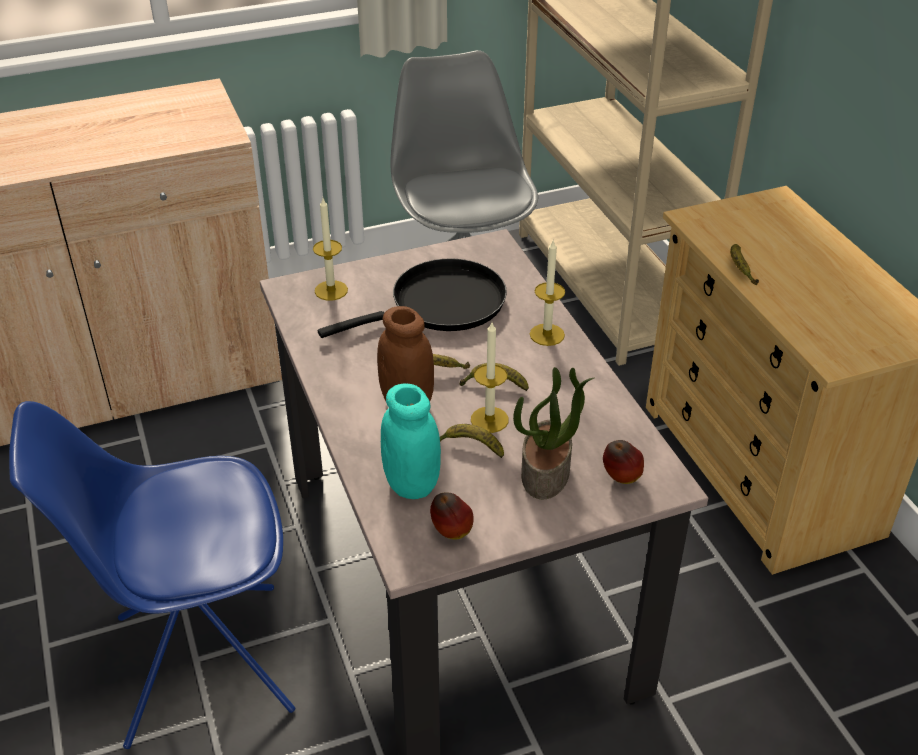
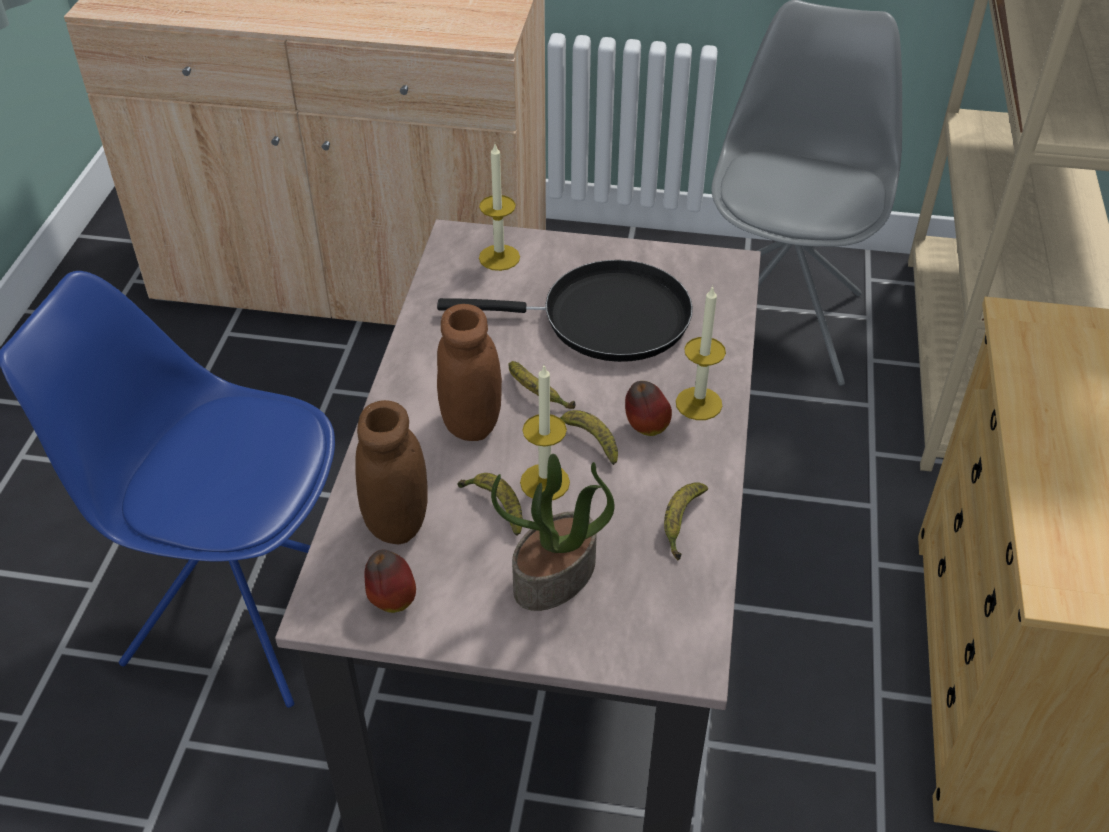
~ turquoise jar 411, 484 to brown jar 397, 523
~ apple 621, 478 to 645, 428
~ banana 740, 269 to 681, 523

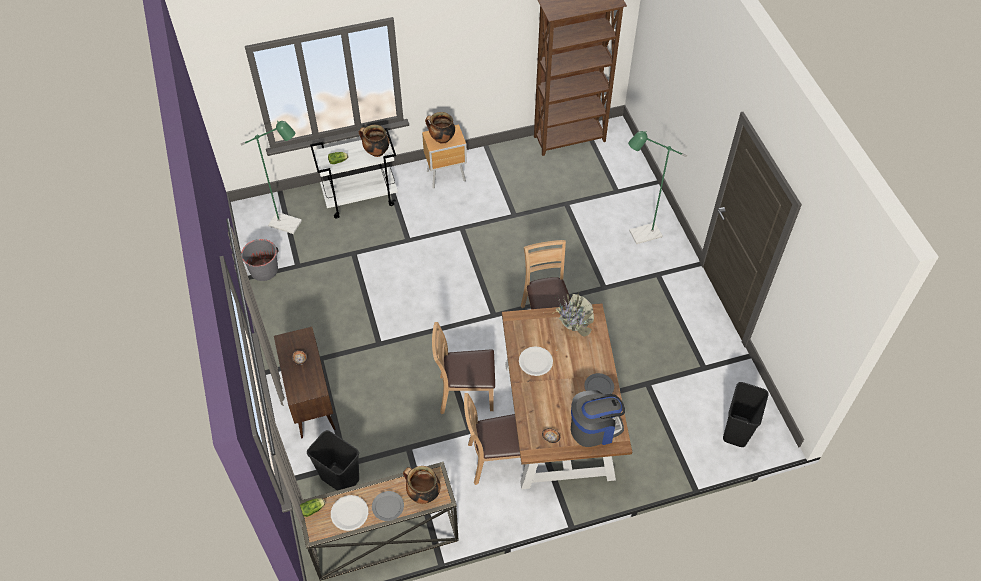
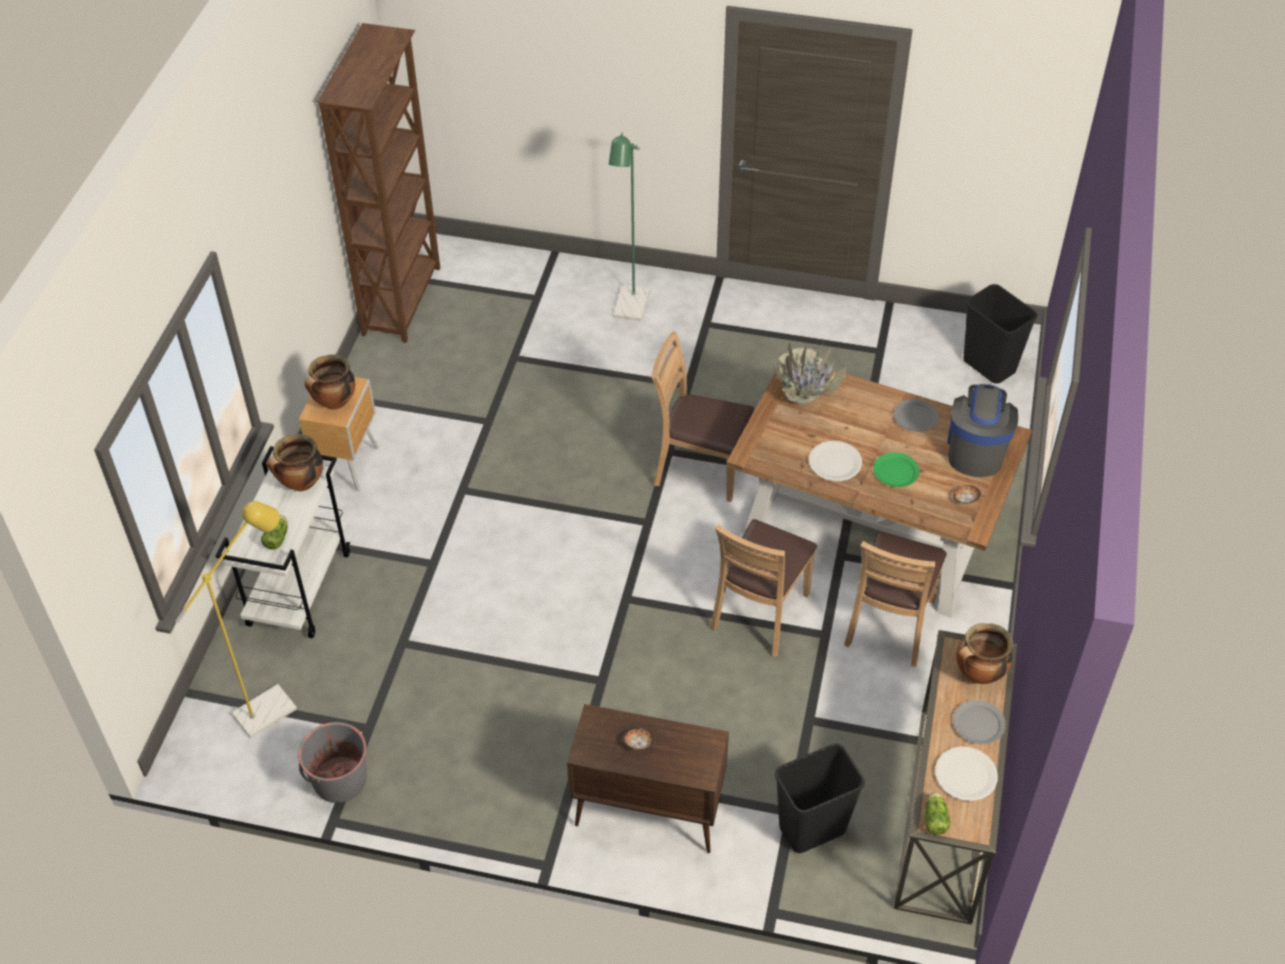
~ green floor lamp 290, 225 to yellow floor lamp 274, 705
+ green plate 895, 471

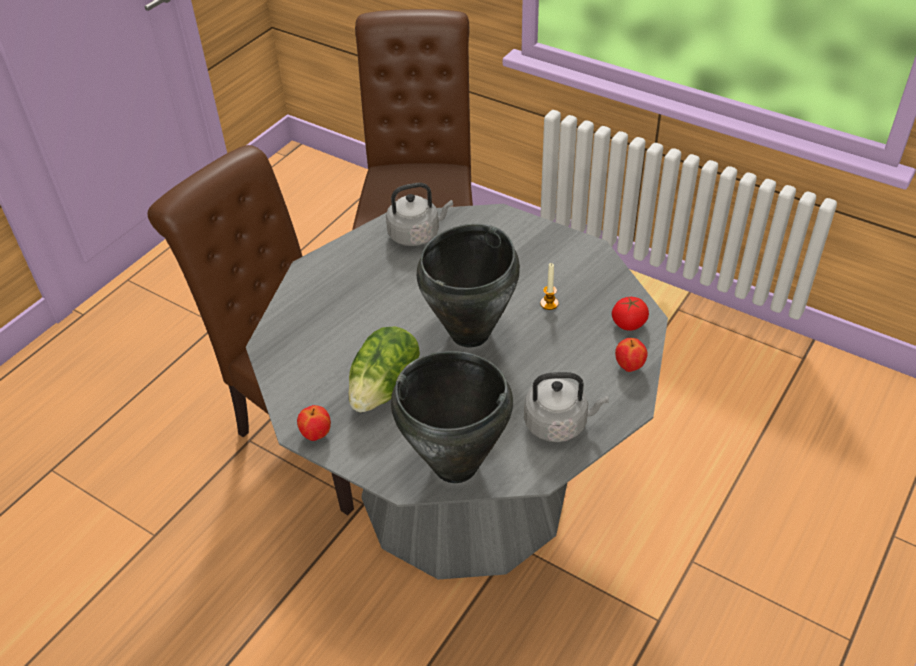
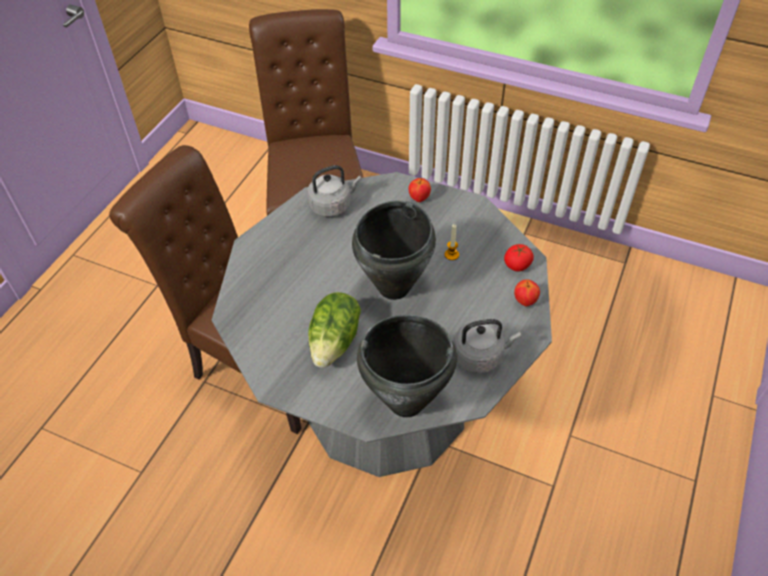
~ apple 316, 434 to 419, 199

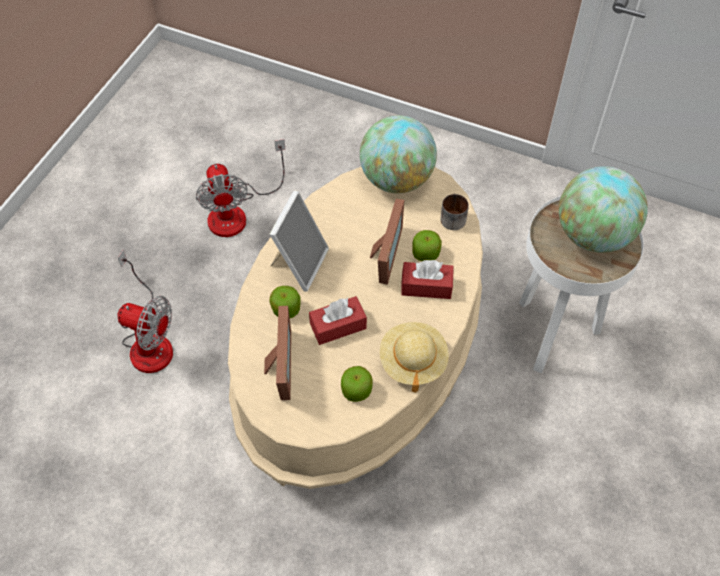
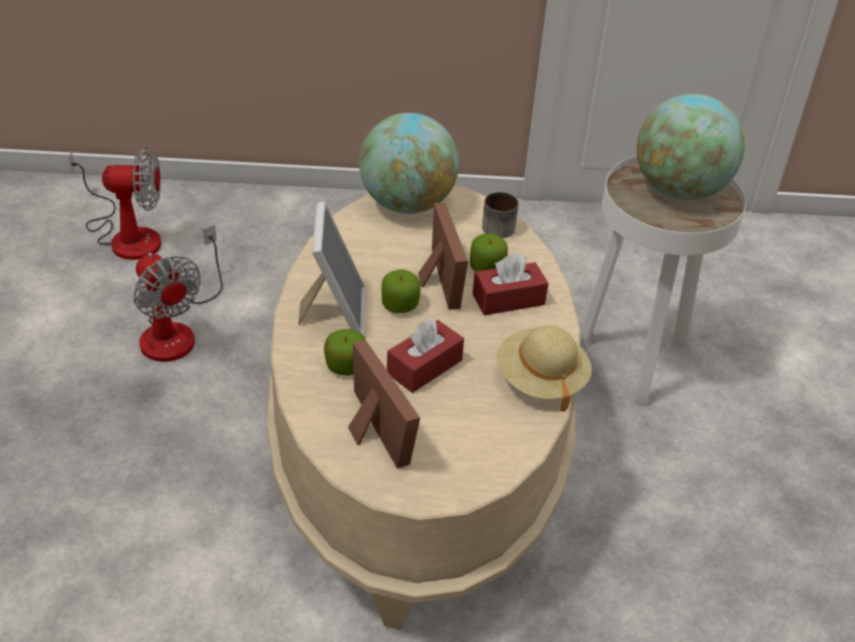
~ fan 148, 340 to 126, 235
~ apple 356, 390 to 400, 305

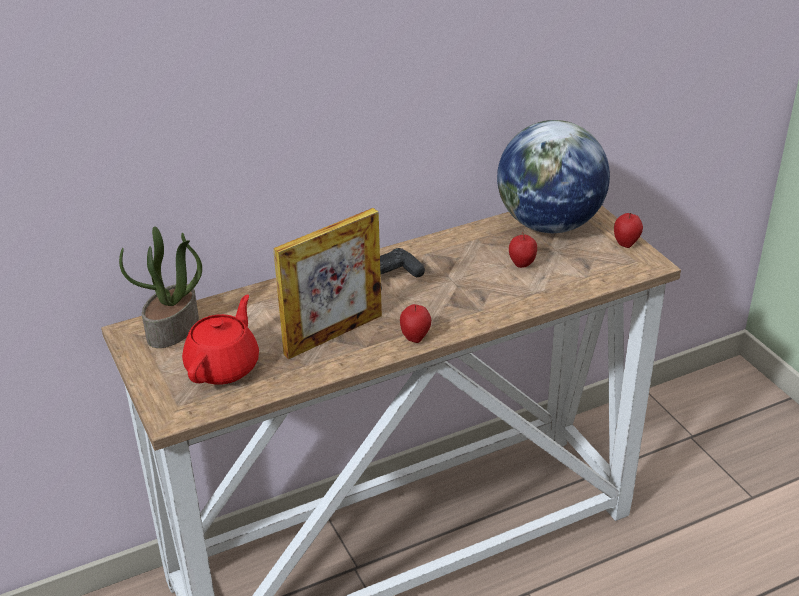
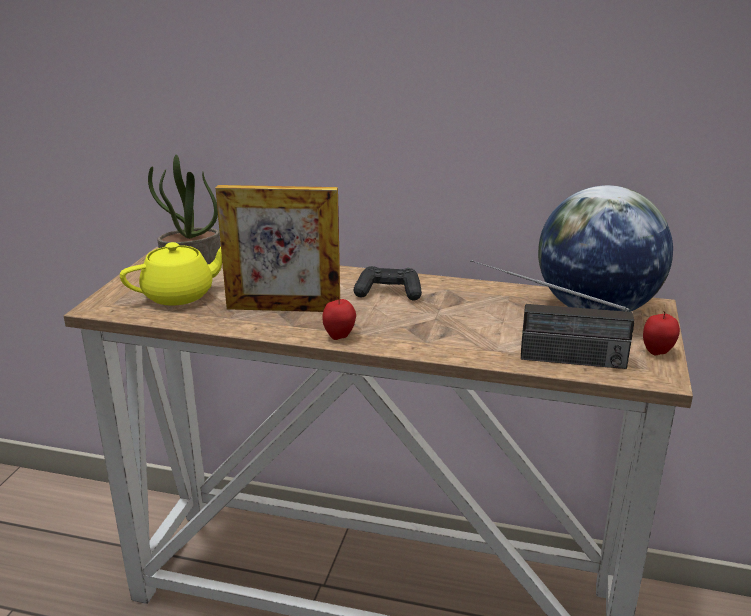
~ red teapot 224, 366 to yellow teapot 180, 295
- apple 521, 265
+ radio 544, 357

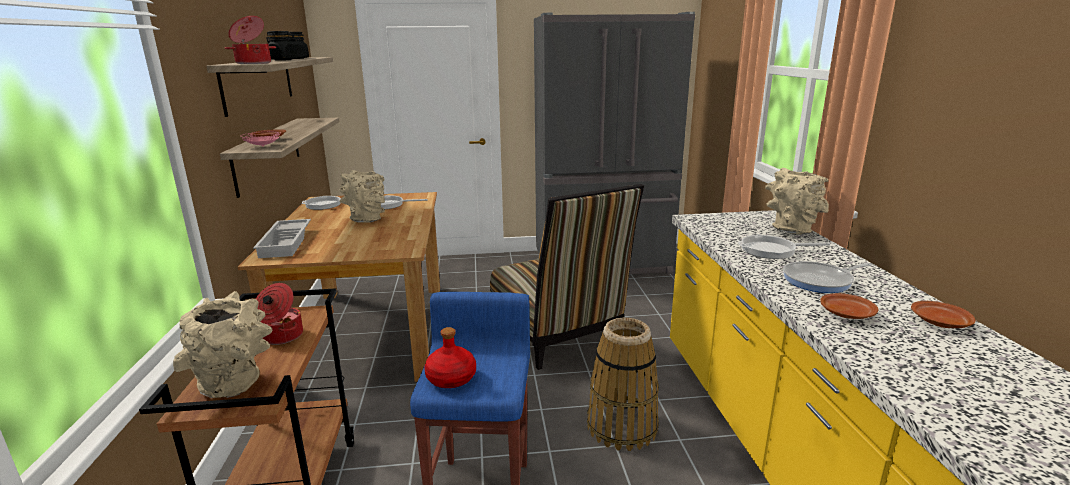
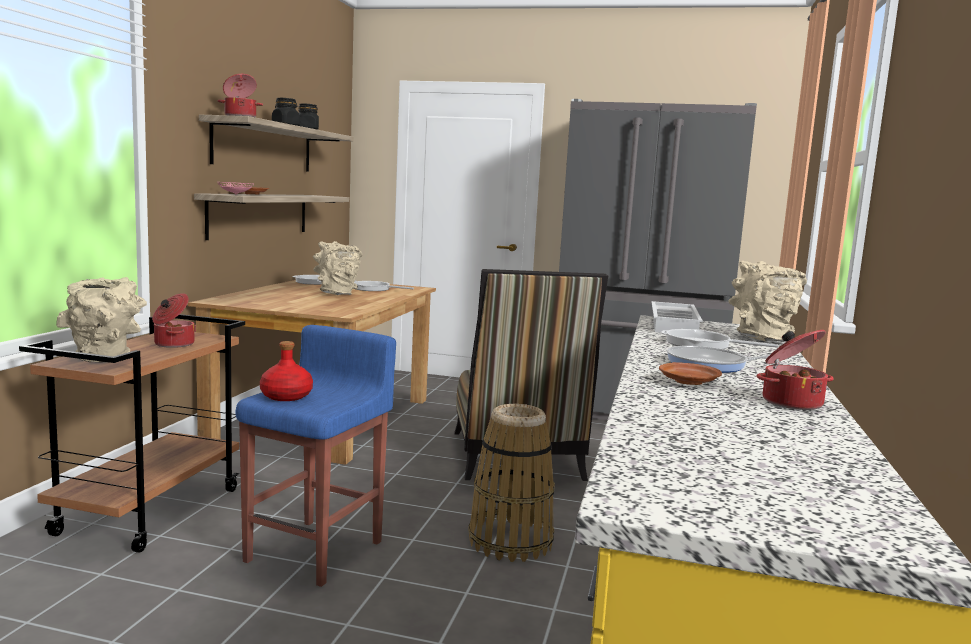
~ white tray 287, 243 to 675, 325
~ brown plate 939, 323 to cooking pot 791, 402

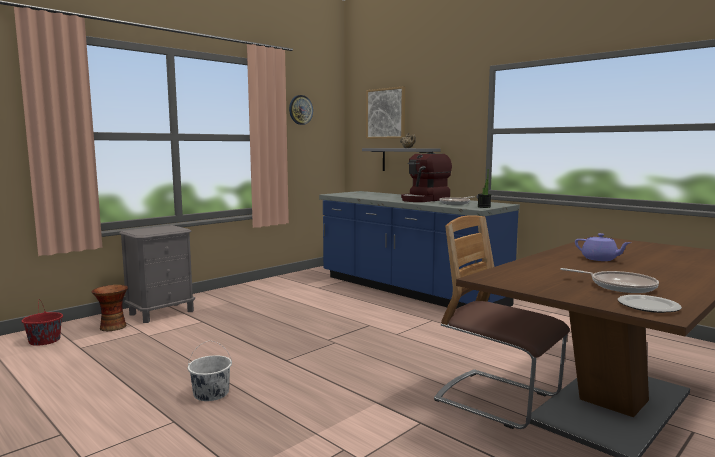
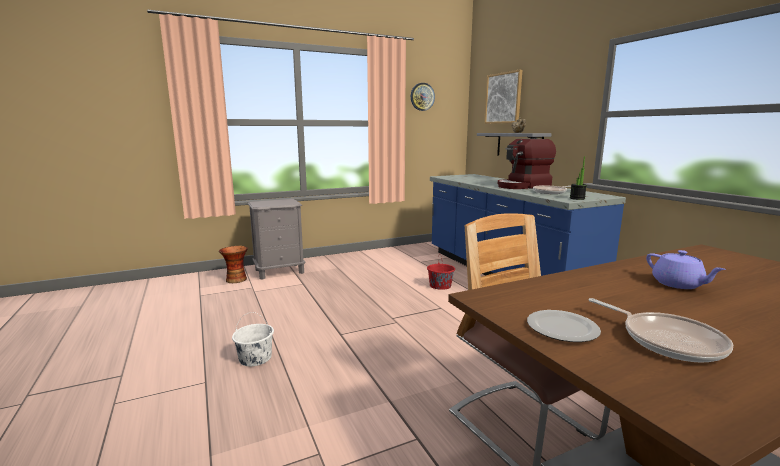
~ red bucket 44, 341 to 440, 286
~ plate 649, 306 to 563, 329

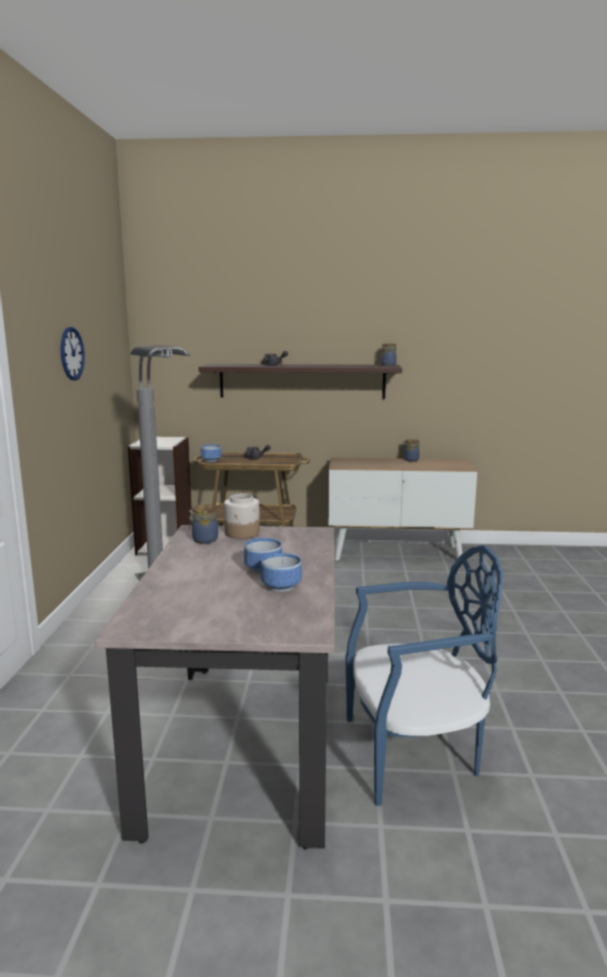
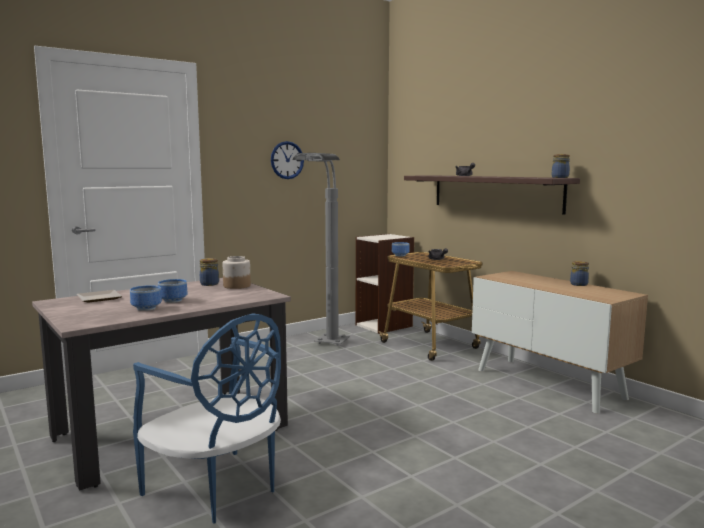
+ plate 98, 299

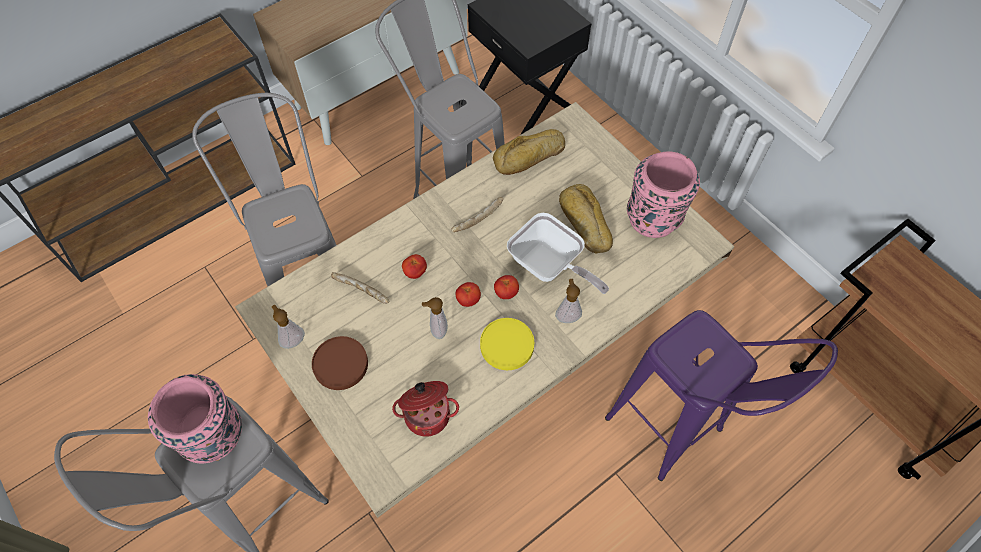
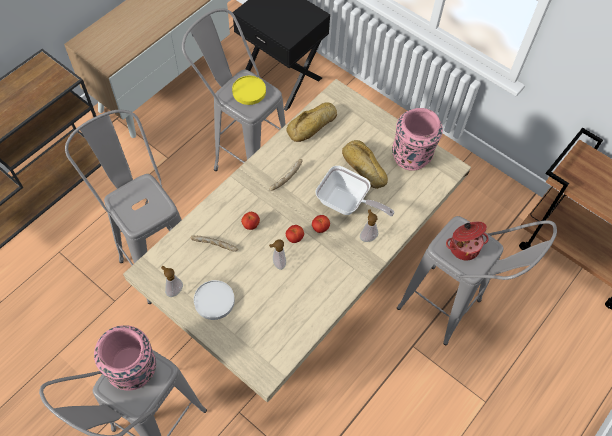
~ brown plate 340, 364 to white plate 214, 301
~ cooking pot 427, 414 to 463, 247
~ yellow plate 507, 345 to 249, 92
~ purple stool 675, 437 to grey stool 449, 312

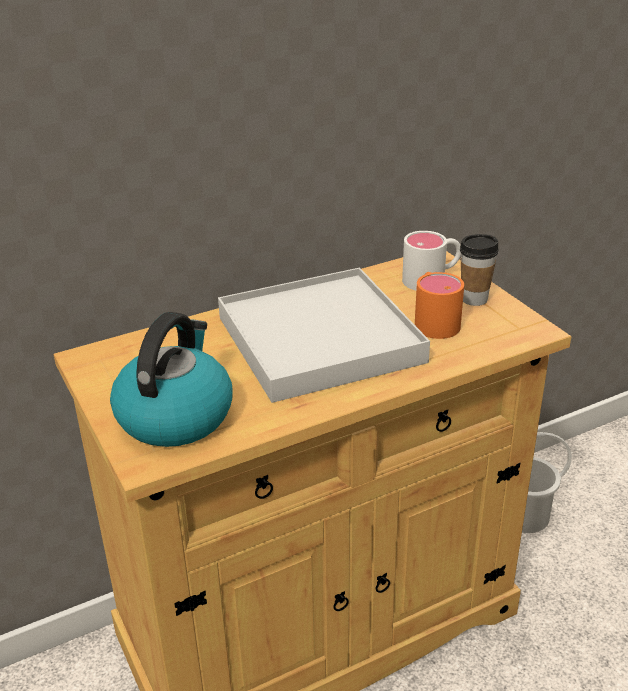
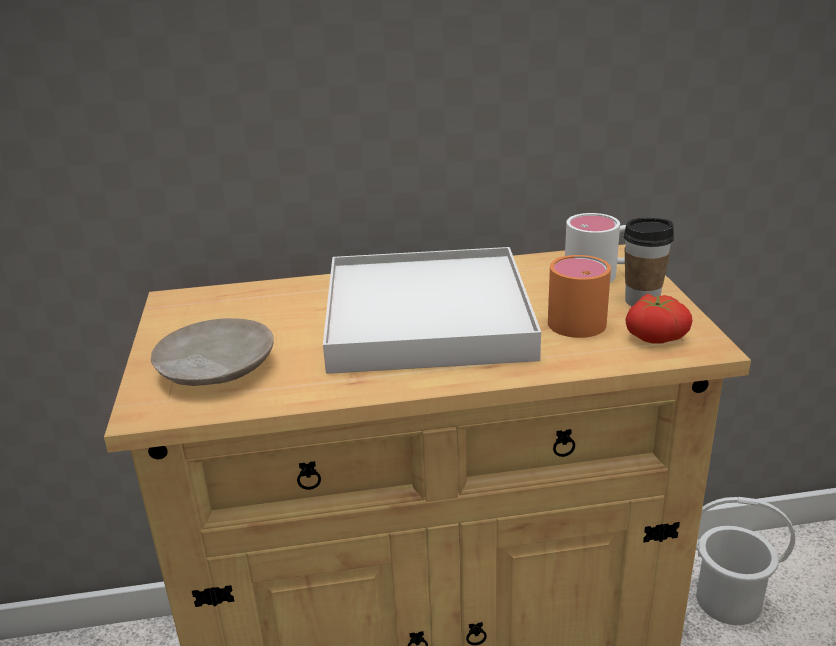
~ kettle 175, 415 to beige plate 215, 369
+ tomato 655, 335

